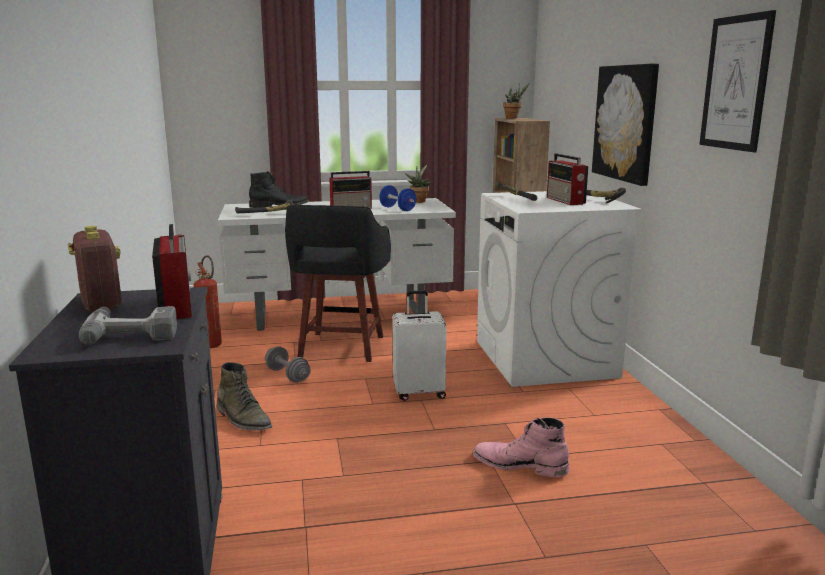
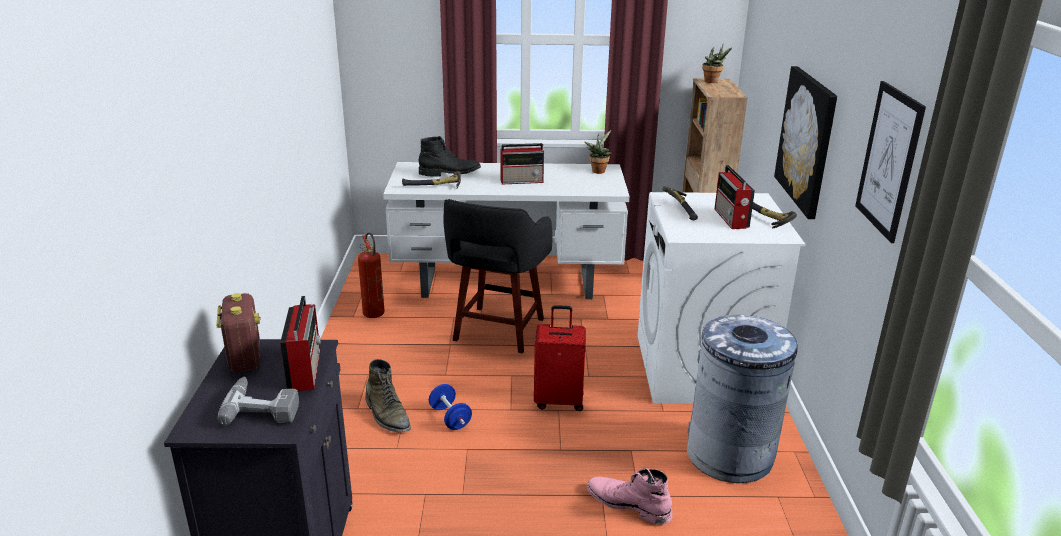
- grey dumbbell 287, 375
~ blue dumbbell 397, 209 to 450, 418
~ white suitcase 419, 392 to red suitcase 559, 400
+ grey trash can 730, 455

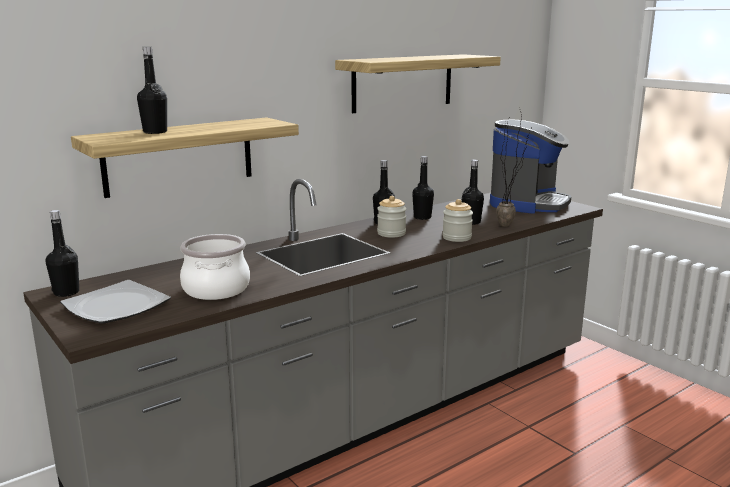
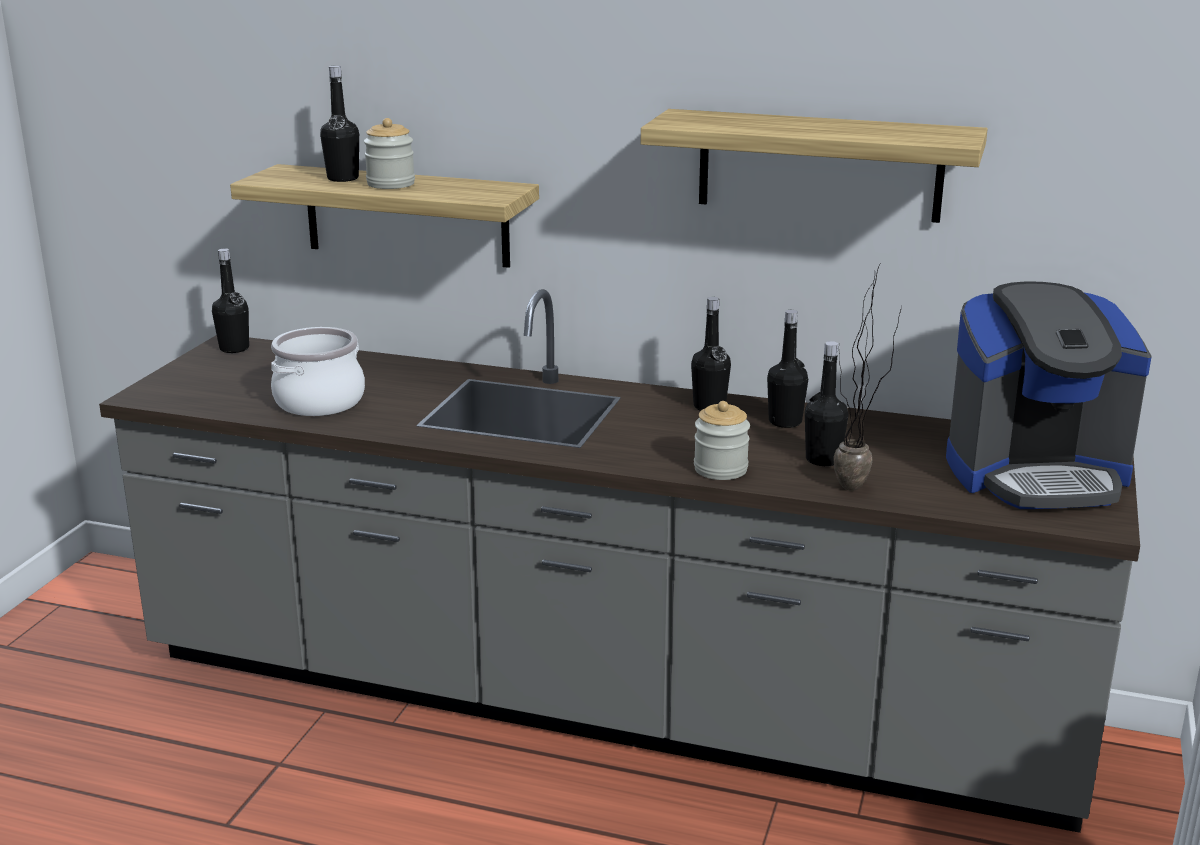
- plate 115, 306
~ jar 391, 233 to 391, 184

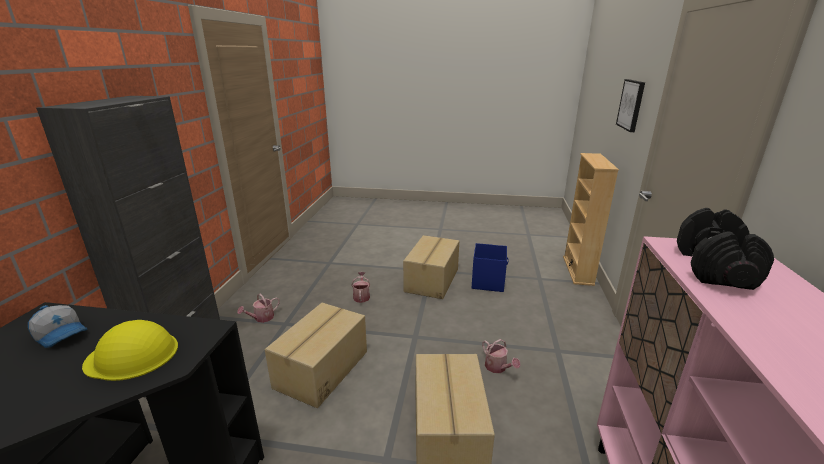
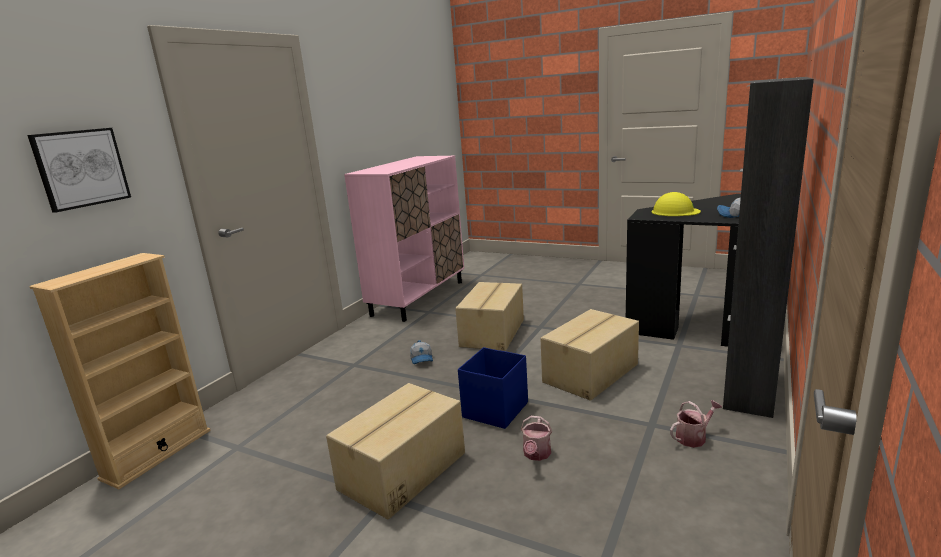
~ blue storage box 488, 282 to 494, 410
~ watering can 498, 368 to cap 422, 359
- black dumbbell 714, 268

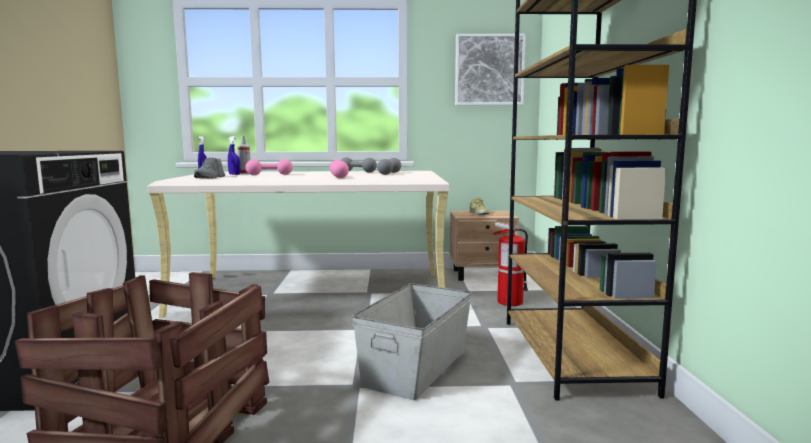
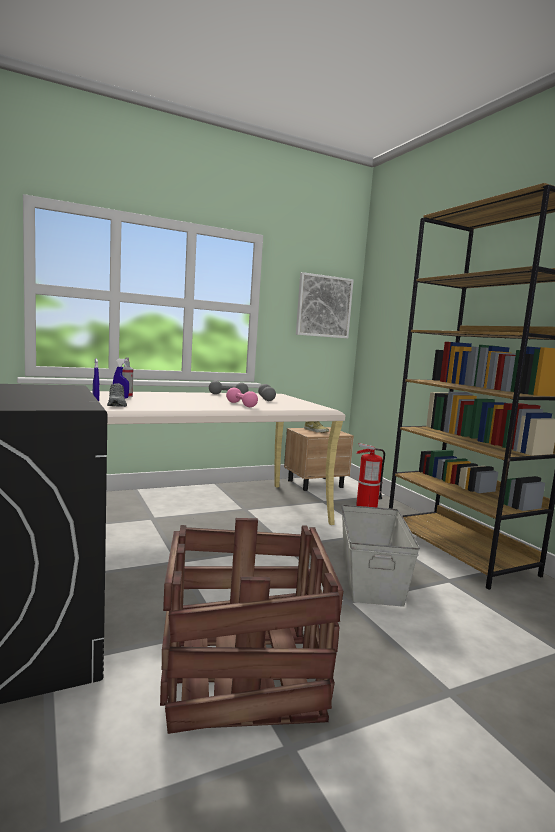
- pink dumbbell 269, 175

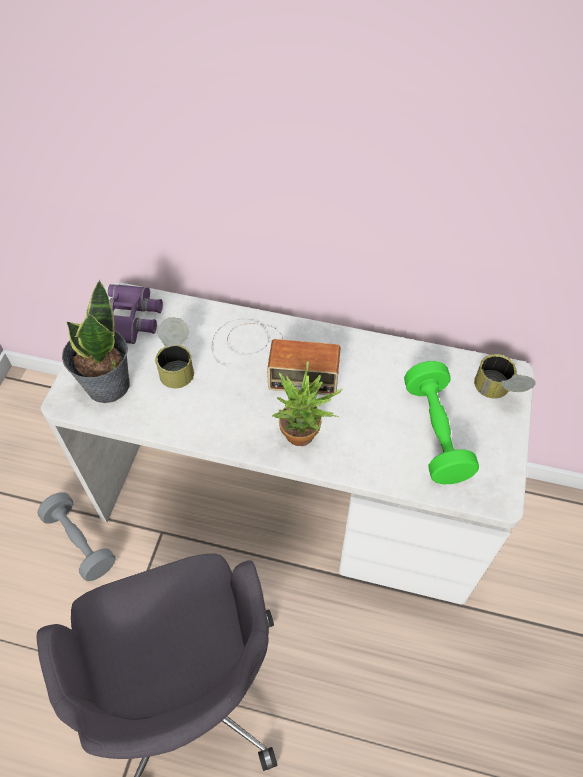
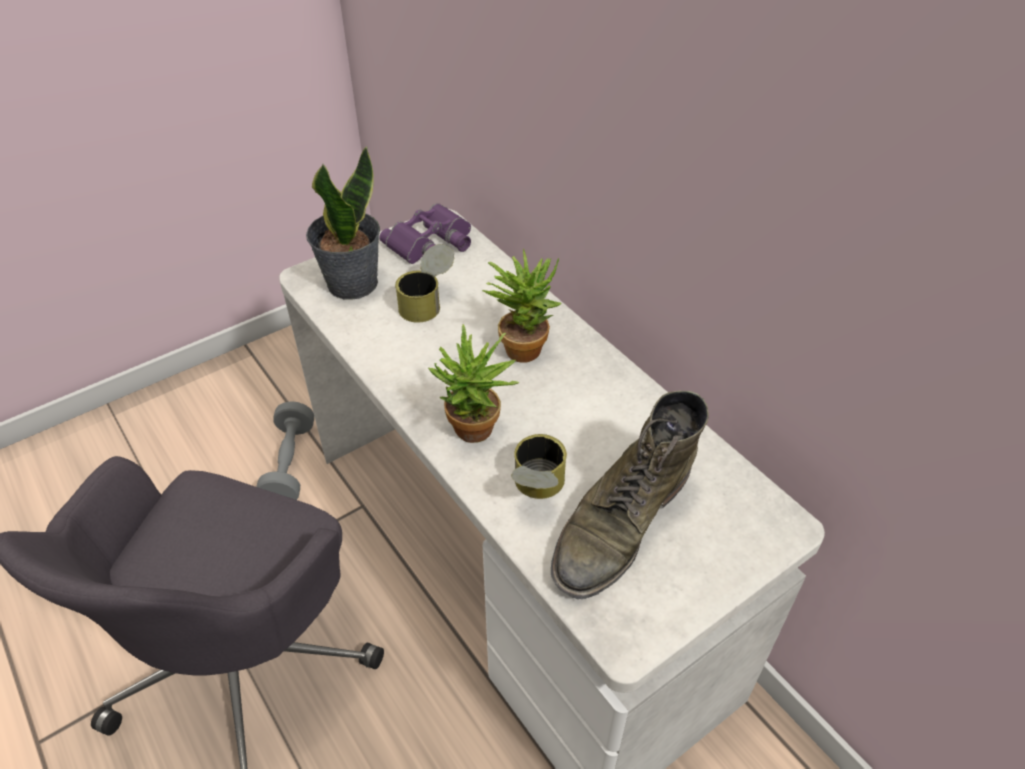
~ radio 271, 356 to potted plant 523, 345
~ green dumbbell 435, 433 to green boot 621, 523
~ can 498, 392 to 536, 491

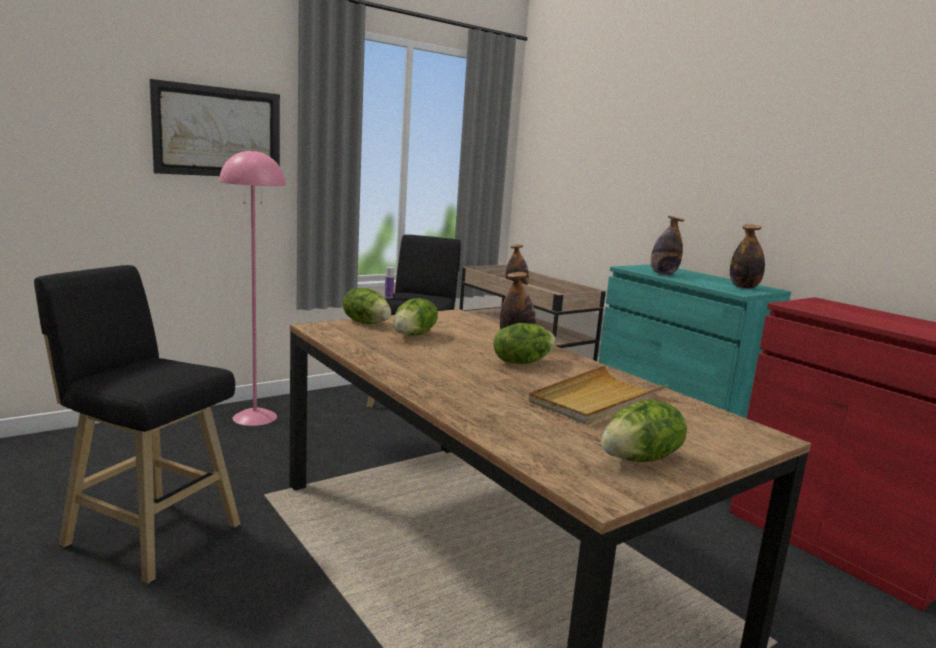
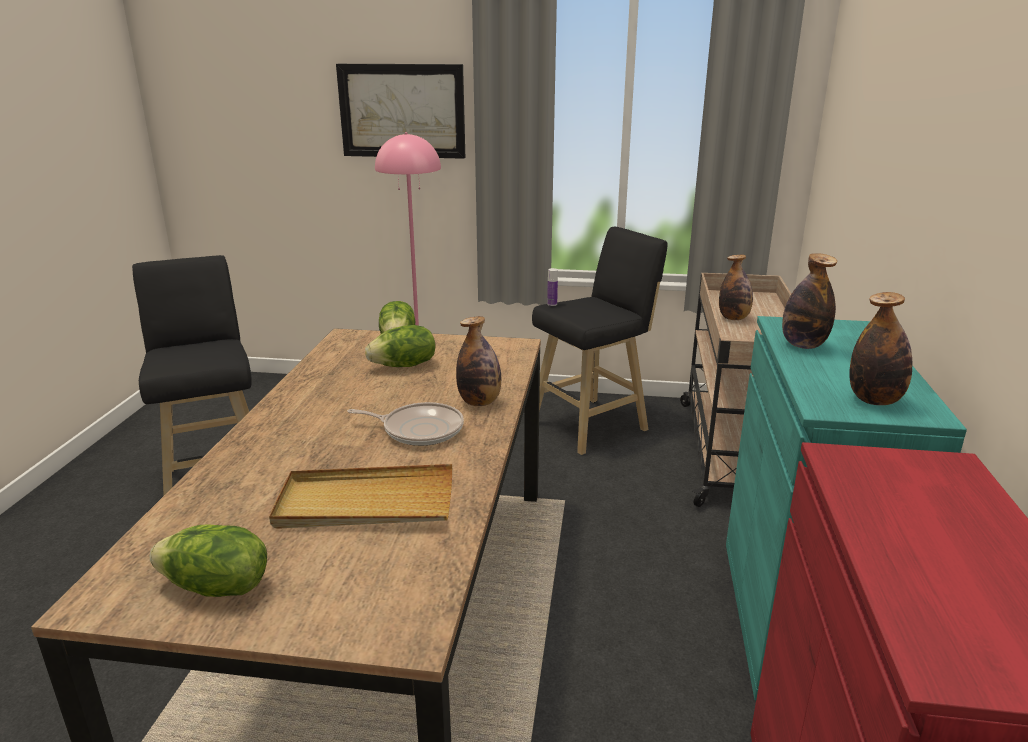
~ lettuce 522, 362 to frying pan 419, 429

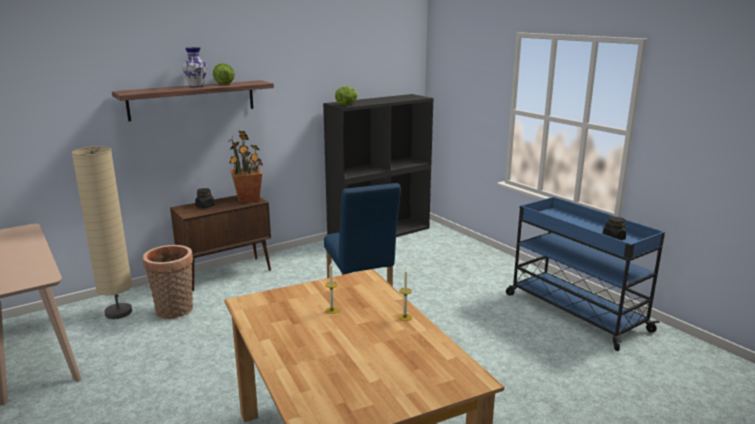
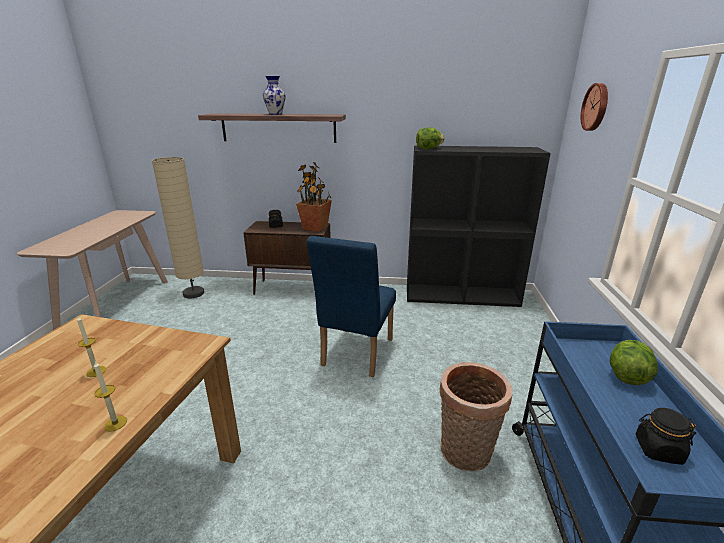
~ basket 175, 312 to 465, 454
~ lettuce 224, 84 to 627, 376
+ wall clock 596, 107

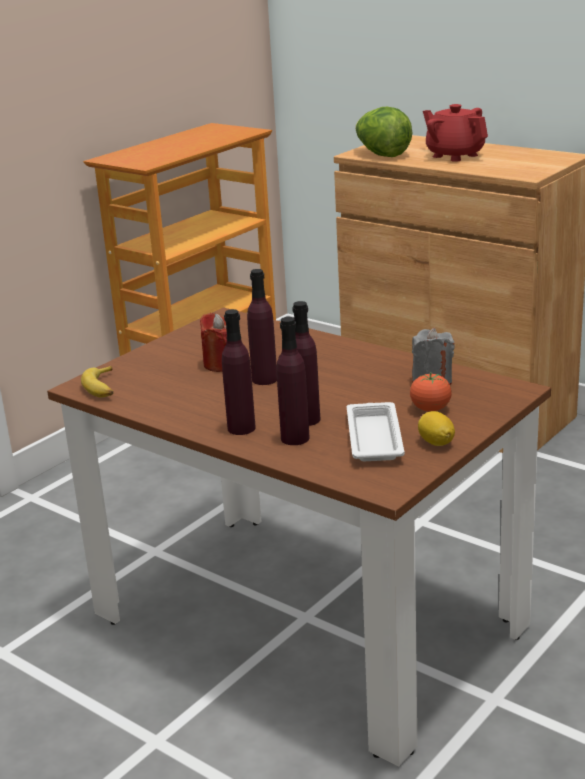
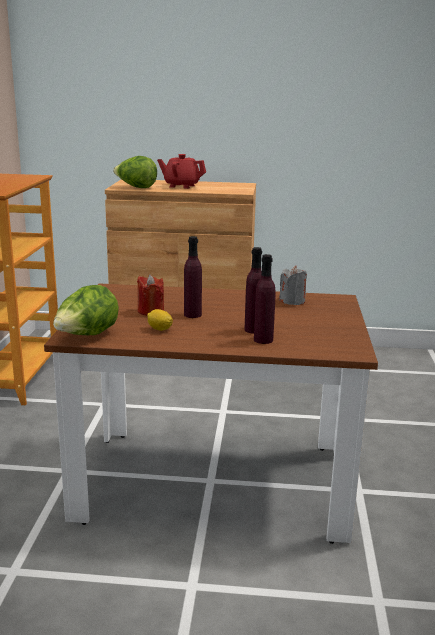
~ banana 103, 388 to lettuce 87, 336
- purple bottle 241, 428
- white tray 374, 437
- tomato 430, 409
~ lemon 436, 442 to 159, 329

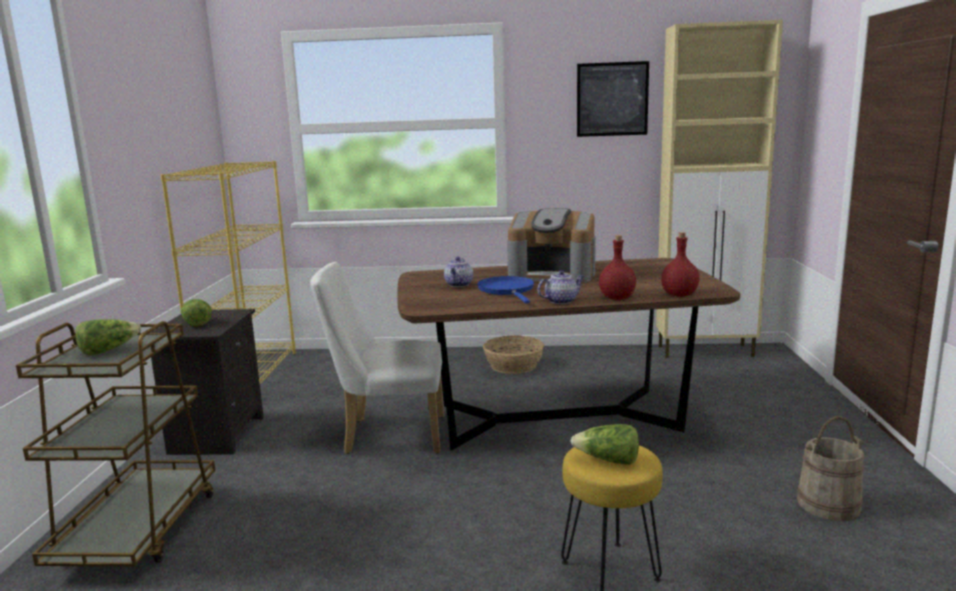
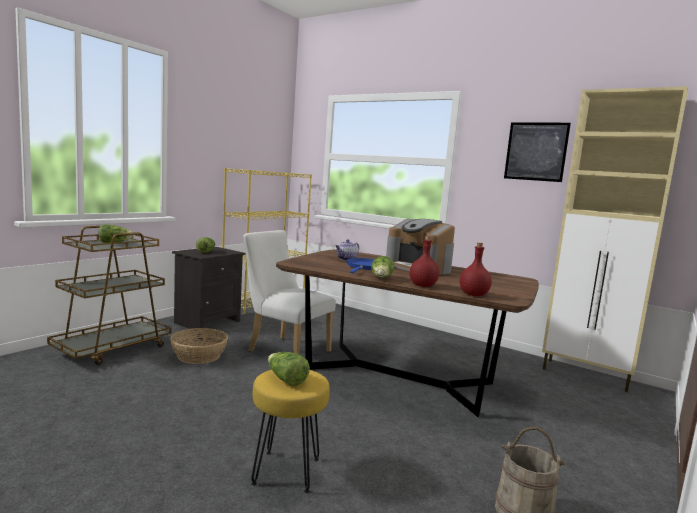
~ basket 513, 365 to 199, 355
~ teapot 561, 301 to lettuce 381, 278

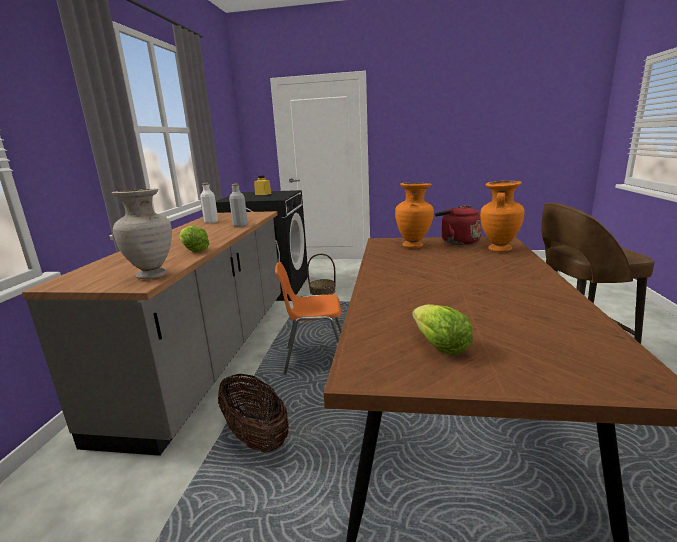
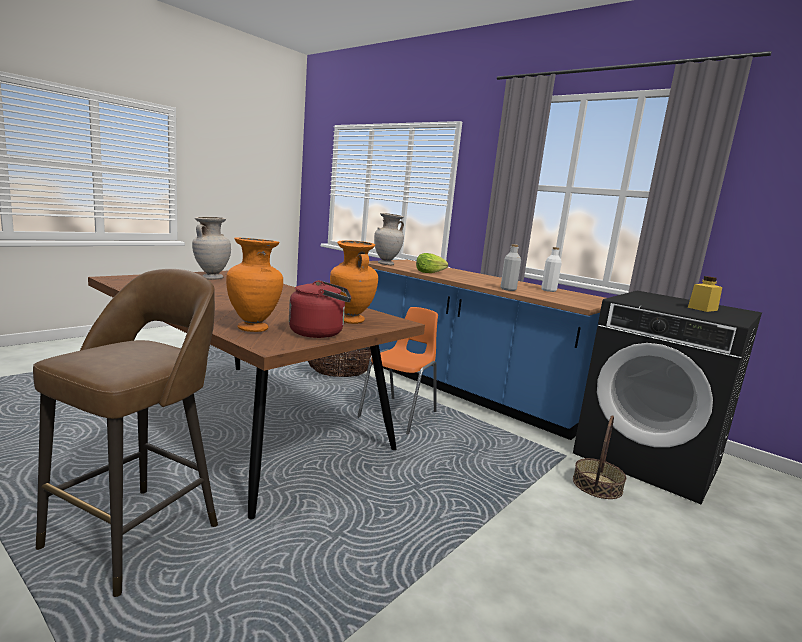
~ grey counter 211, 355 to blue counter 463, 389
~ lettuce 440, 346 to beige vase 211, 278

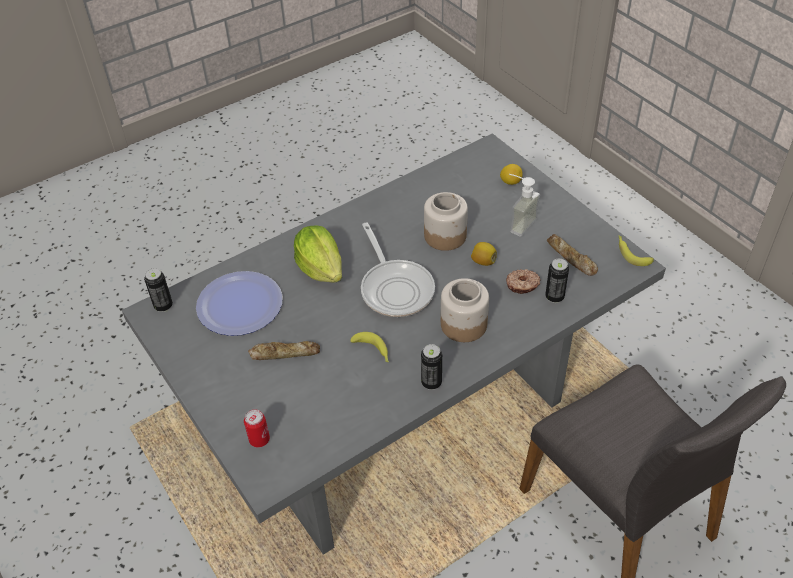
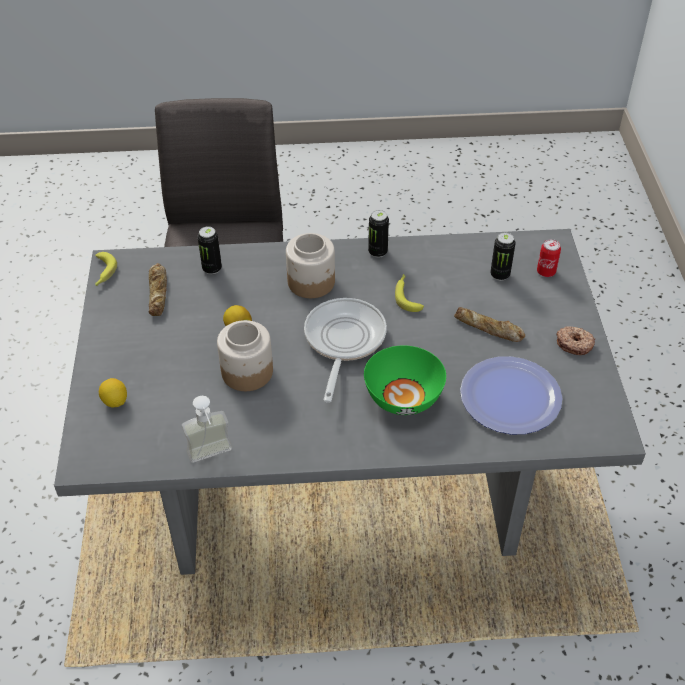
~ can 163, 306 to 500, 275
~ lettuce 321, 269 to green bowl 402, 397
~ donut 522, 285 to 574, 344
~ soap dispenser 517, 223 to 212, 457

